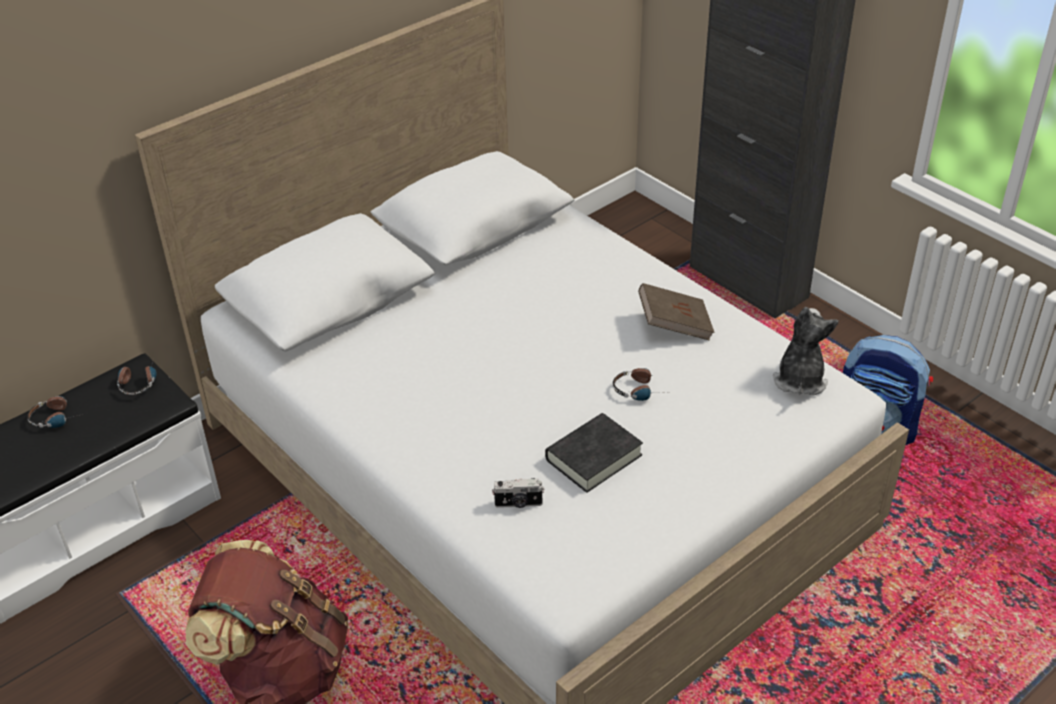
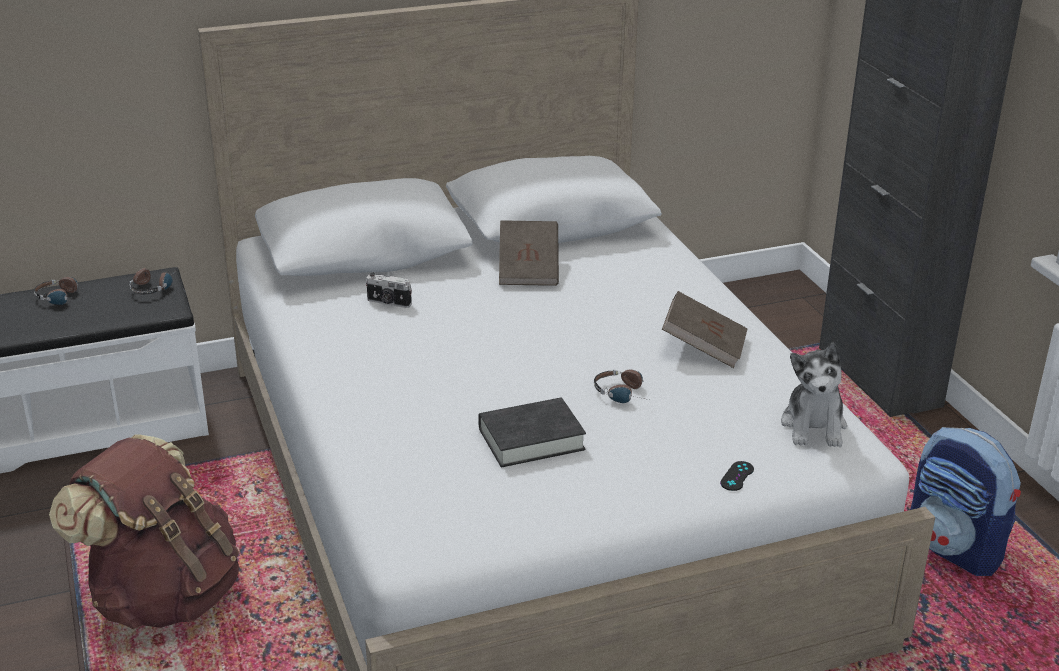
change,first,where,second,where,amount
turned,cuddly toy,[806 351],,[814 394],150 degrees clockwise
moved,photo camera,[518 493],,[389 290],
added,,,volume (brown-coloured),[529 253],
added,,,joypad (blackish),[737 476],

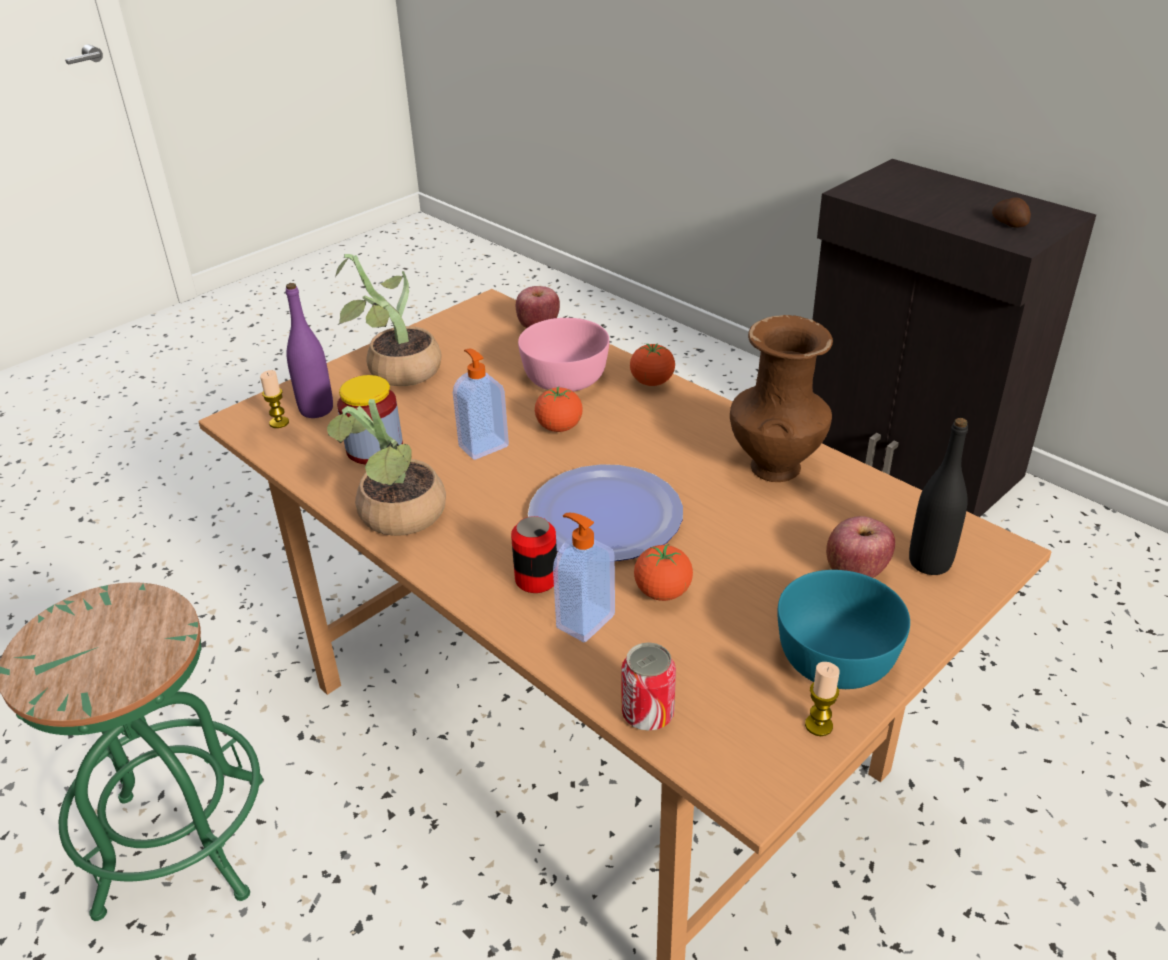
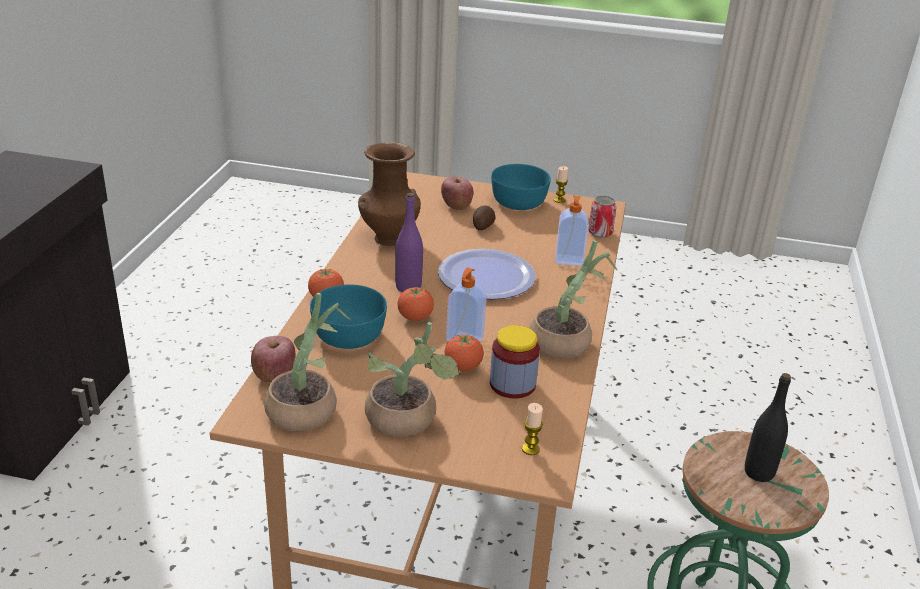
change,first,where,second,where,amount
moved,potato,[1011 212],,[484 218],
moved,bottle (purplish),[309 350],,[409 242],
recoloured,serving bowl (pink-coloured),[563 355],serving bowl (blue-green),[348 316],
moved,bottle (blackish),[938 496],,[768 427],
removed,metal can,[534 554],,,
moved,tomato,[663 572],,[464 352],
added,,,plant in a pot,[308 362],

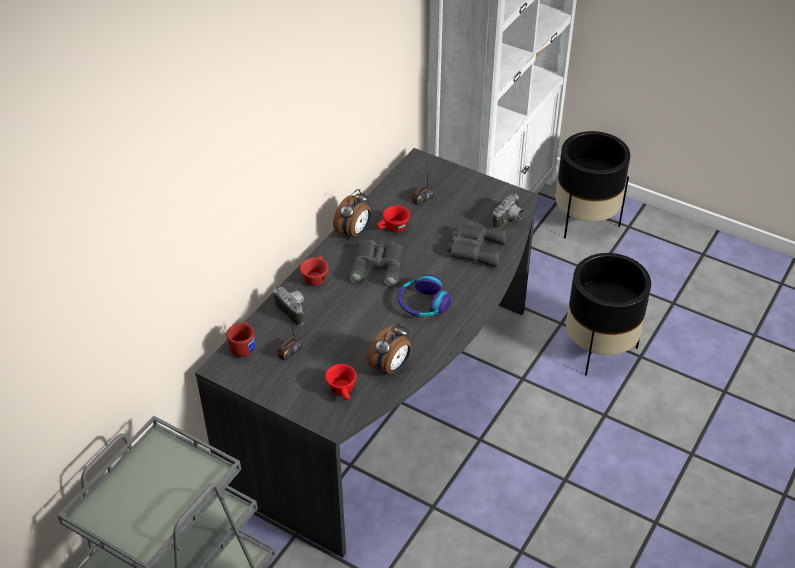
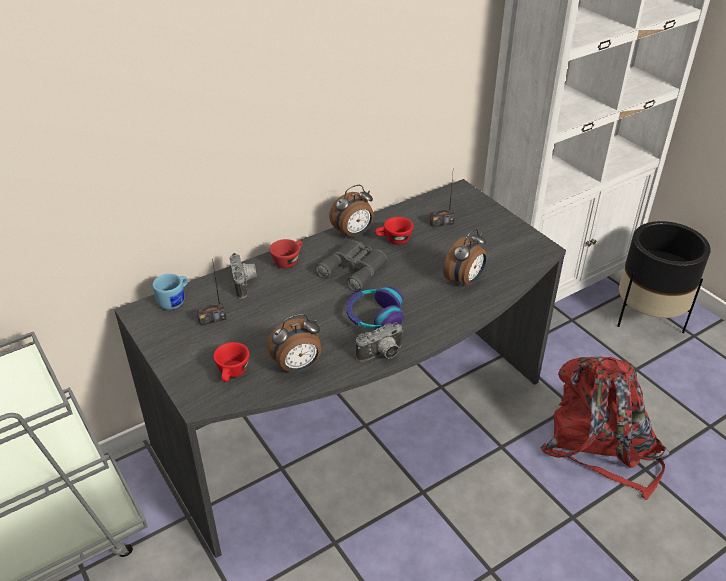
change,first,where,second,where,amount
moved,photo camera,[508 211],,[380 342],
replaced,binoculars (grey),[477 245],bedside clock,[464 258],
replaced,flower pot (blackish),[608 314],backpack (red-coloured),[605 428],
recoloured,mug (red-coloured),[240 339],mug (bluish),[170 292],

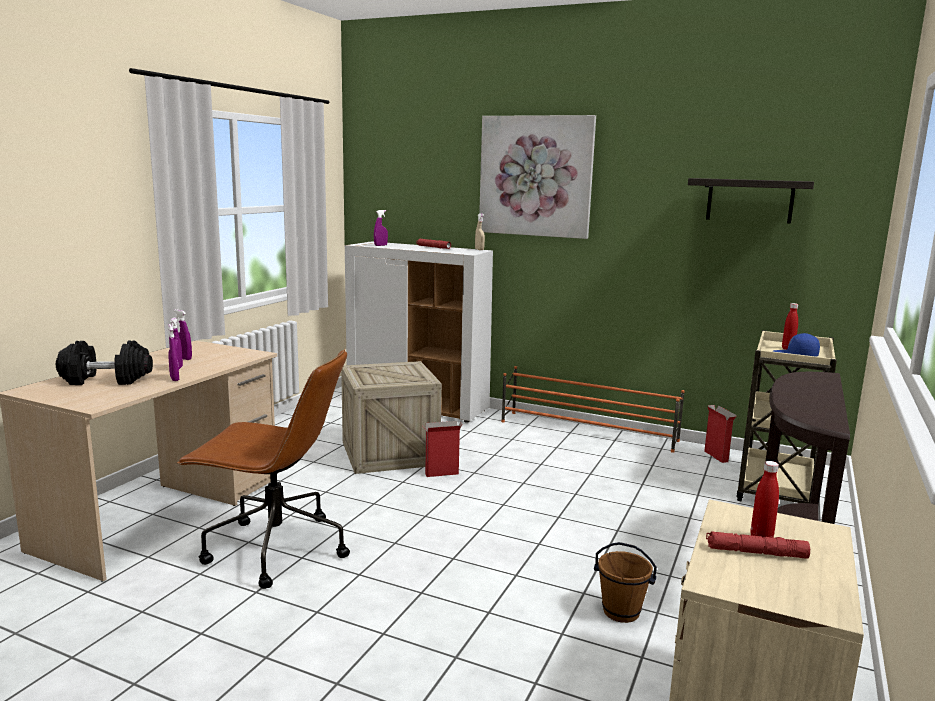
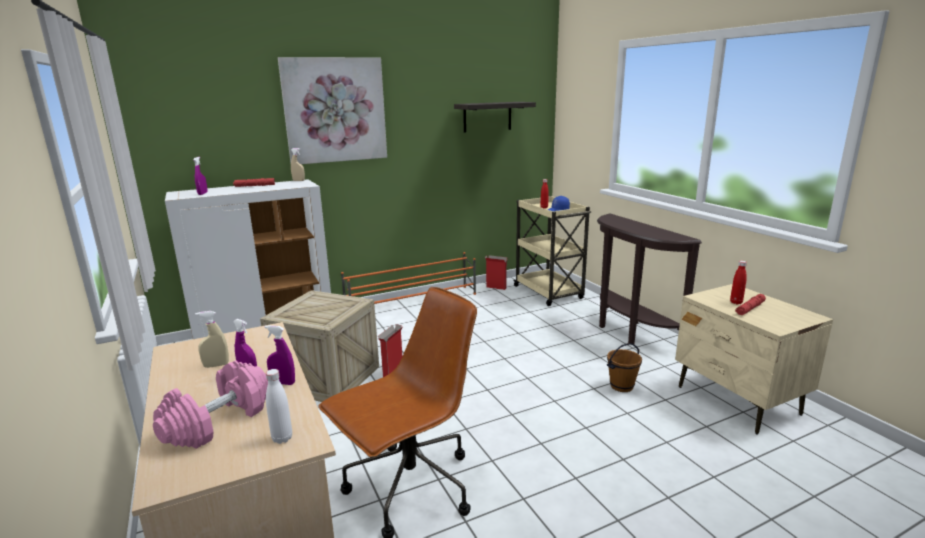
change,first,where,second,where,amount
recoloured,spray bottle (purplish),[183 335],spray bottle (beige),[212 339],
recoloured,hand weight (blackish),[104 363],hand weight (pink-coloured),[210 404],
added,,,bottle (whitish),[279 406],

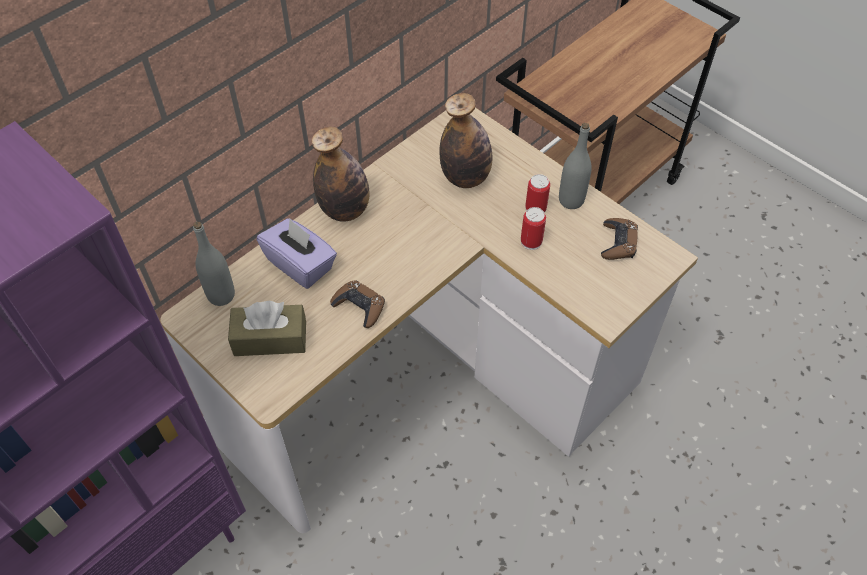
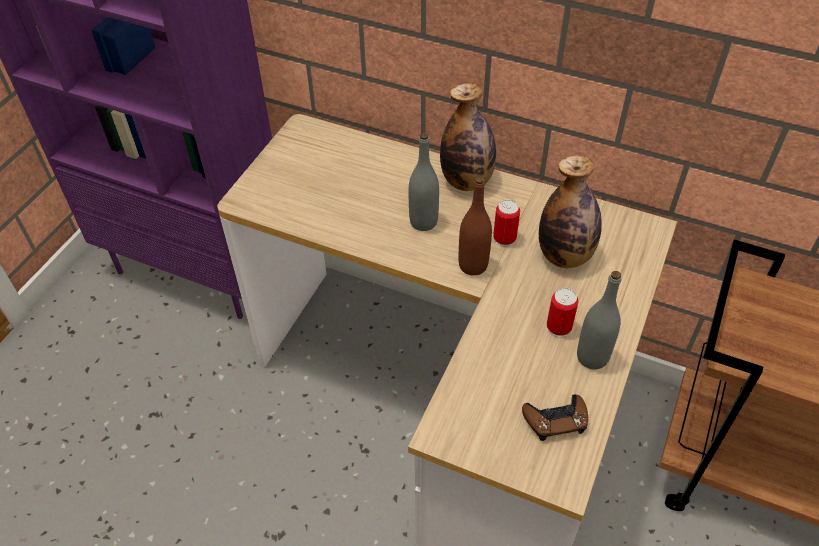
change,first,where,second,where,amount
moved,metal can,[533 228],,[506 223],
removed,tissue holder (purplish),[297 253],,,
moved,bottle (grey),[214 264],,[424 182],
removed,joypad (brown-coloured),[357 304],,,
removed,tissue holder (brown-coloured),[267 328],,,
added,,,bottle (brown-coloured),[475 226],

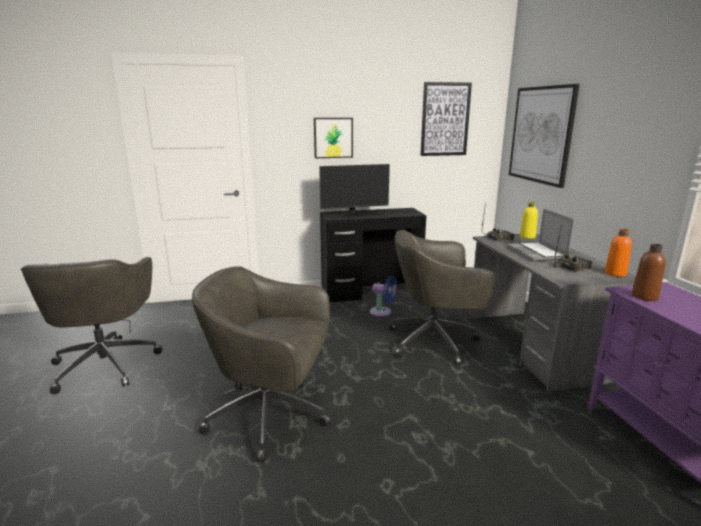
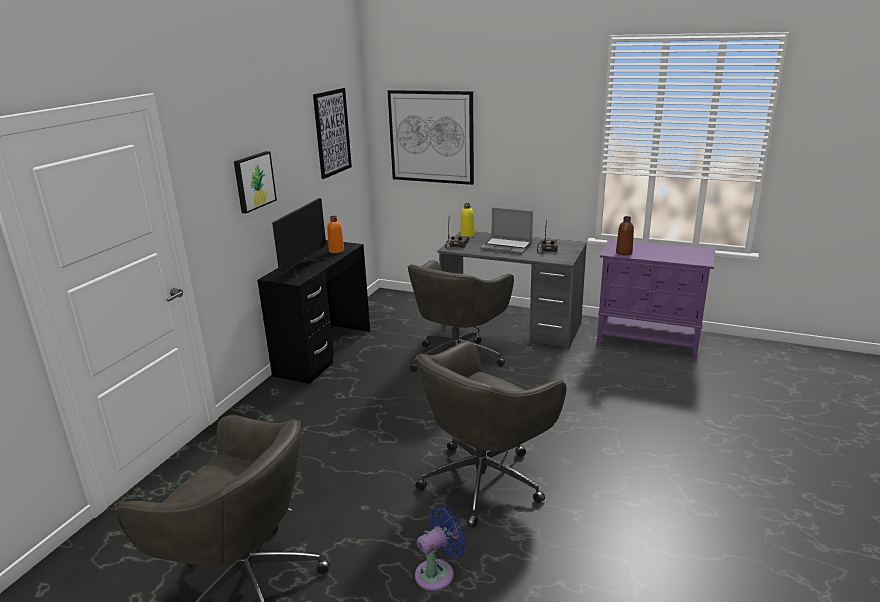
change,first,where,second,where,amount
moved,bottle (orange-coloured),[618 253],,[335 234],
moved,fan (bluish),[383 296],,[441 548],

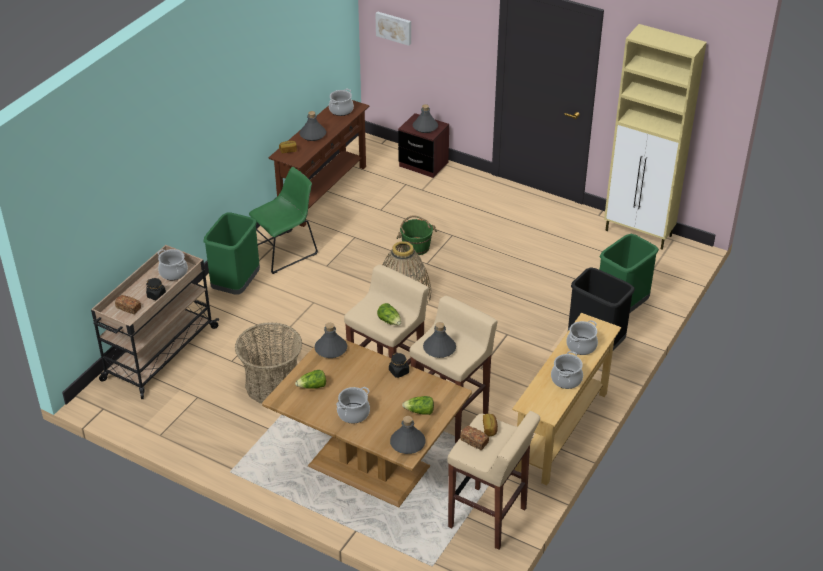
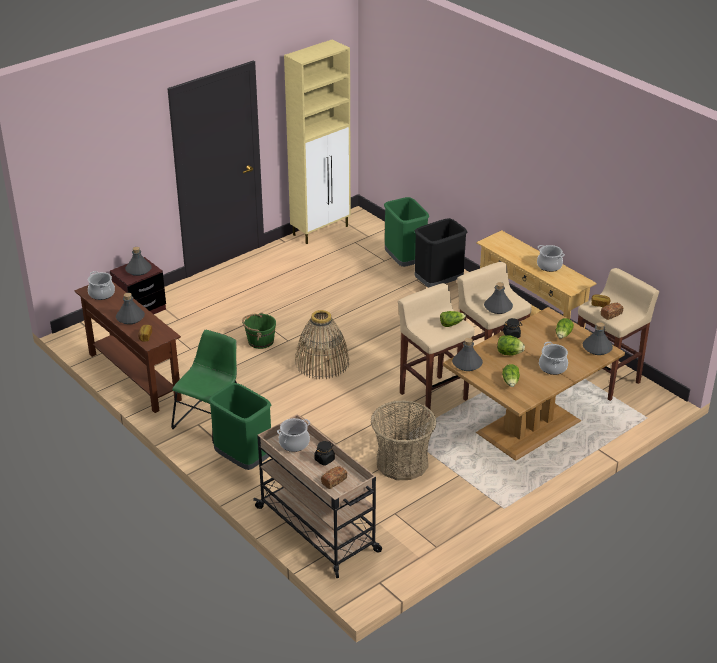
change,first,where,second,where,amount
removed,picture,[393 28],,,
turned,chair (green),[283 220],,[204 387],45 degrees clockwise
removed,stockpot,[582 337],,,
added,,,lettuce head,[511 345],

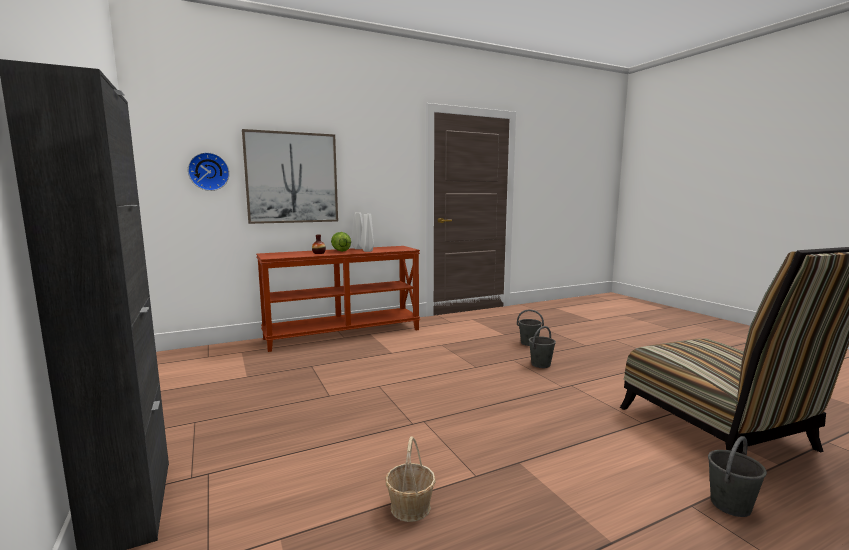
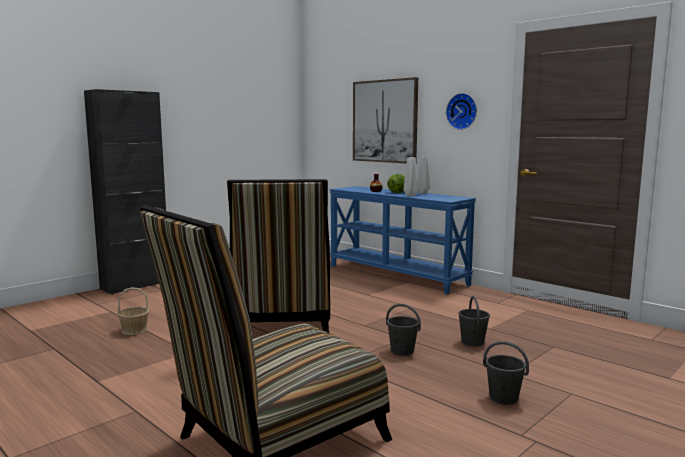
change,first,where,second,where,amount
moved,wall clock,[209 171],,[461 111],
recoloured,hall table (brown-coloured),[338 299],hall table (bluish),[402 240],
moved,bucket (grey),[737 476],,[506 373],
added,,,chair,[278 256],

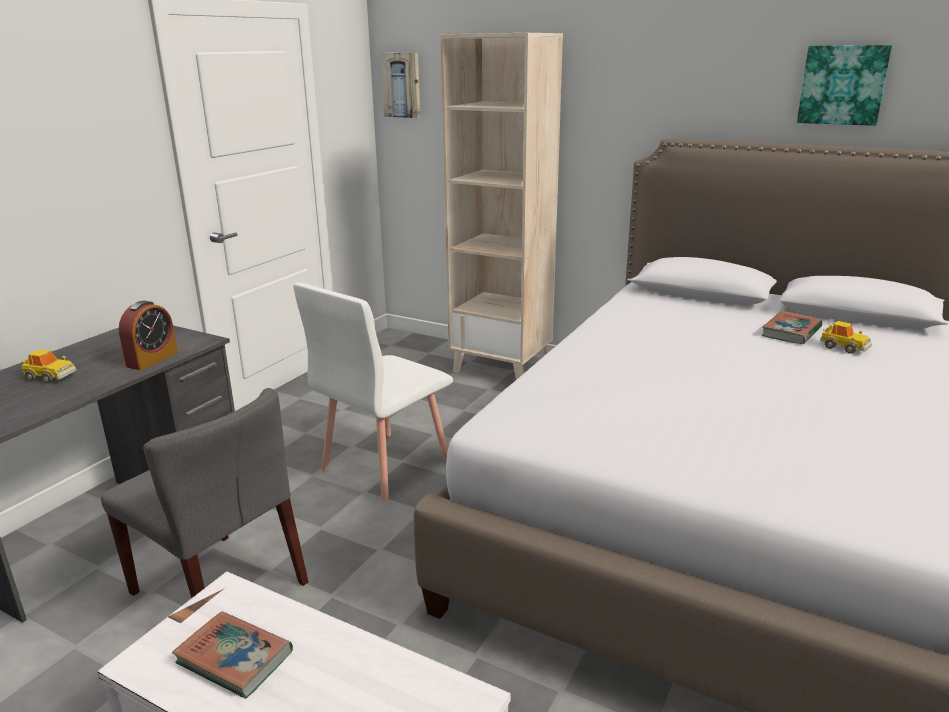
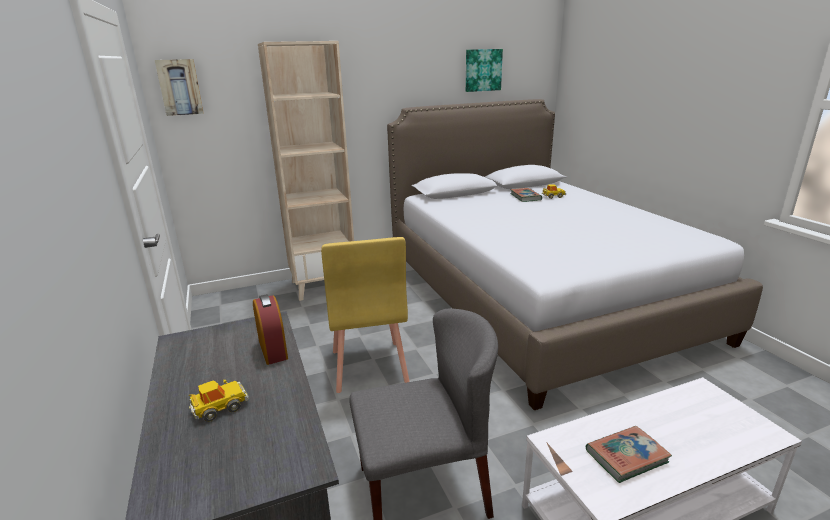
change,first,where,second,where,amount
recoloured,chair (whitish),[373 392],chair (yellow-coloured),[365 315],

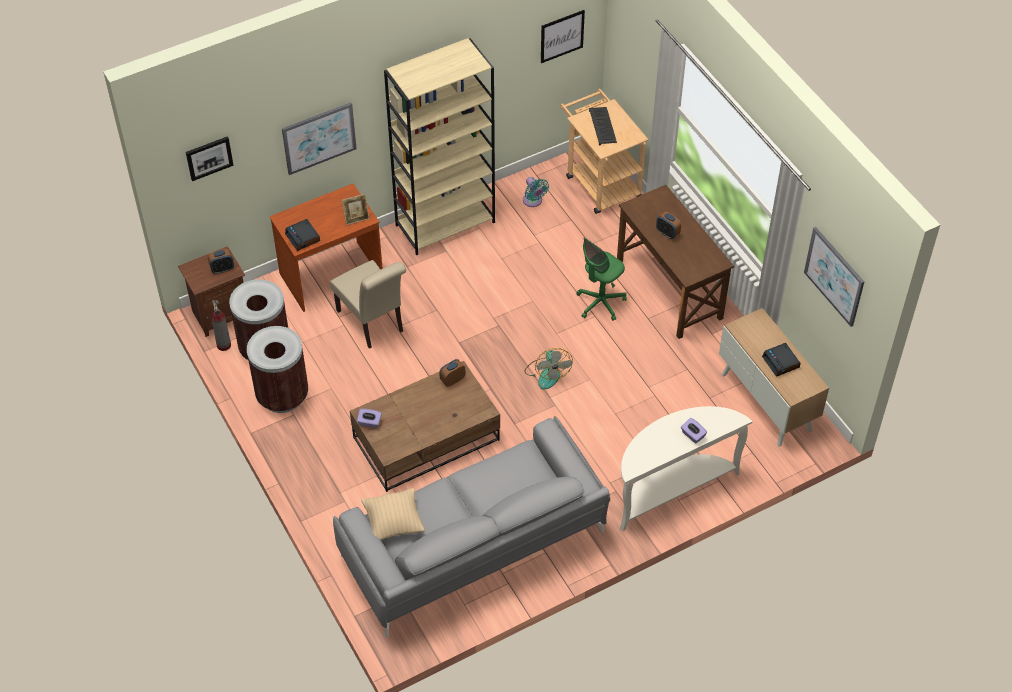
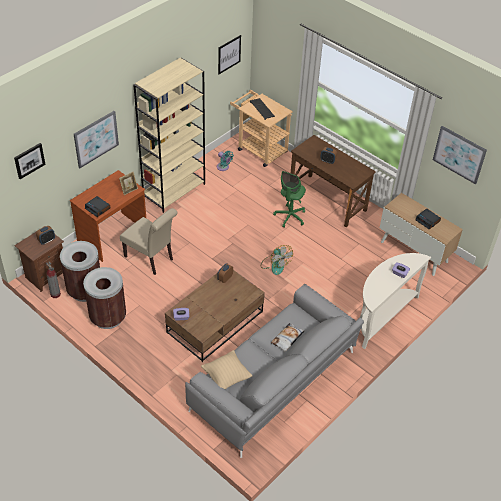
change,first,where,second,where,amount
added,,,pillow,[288 337],

